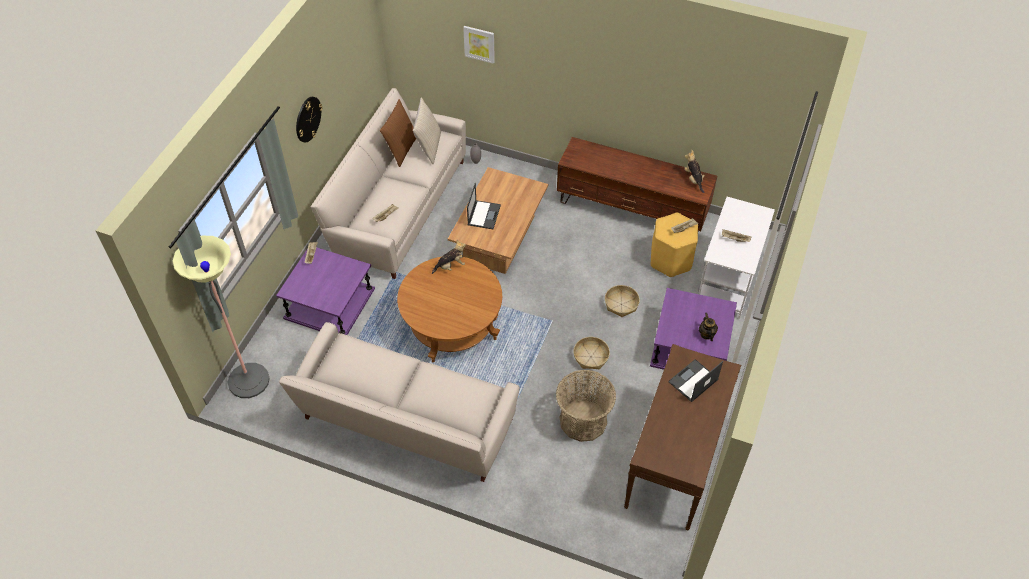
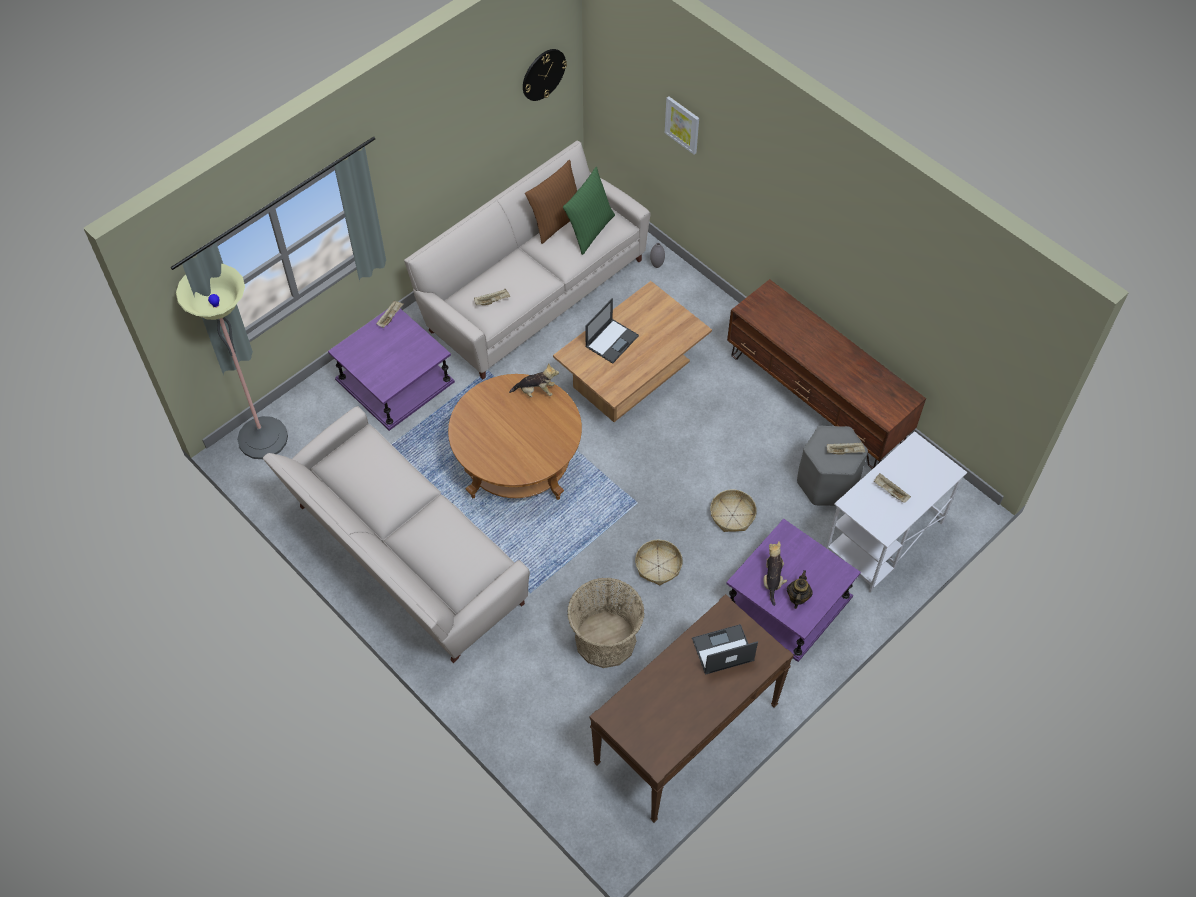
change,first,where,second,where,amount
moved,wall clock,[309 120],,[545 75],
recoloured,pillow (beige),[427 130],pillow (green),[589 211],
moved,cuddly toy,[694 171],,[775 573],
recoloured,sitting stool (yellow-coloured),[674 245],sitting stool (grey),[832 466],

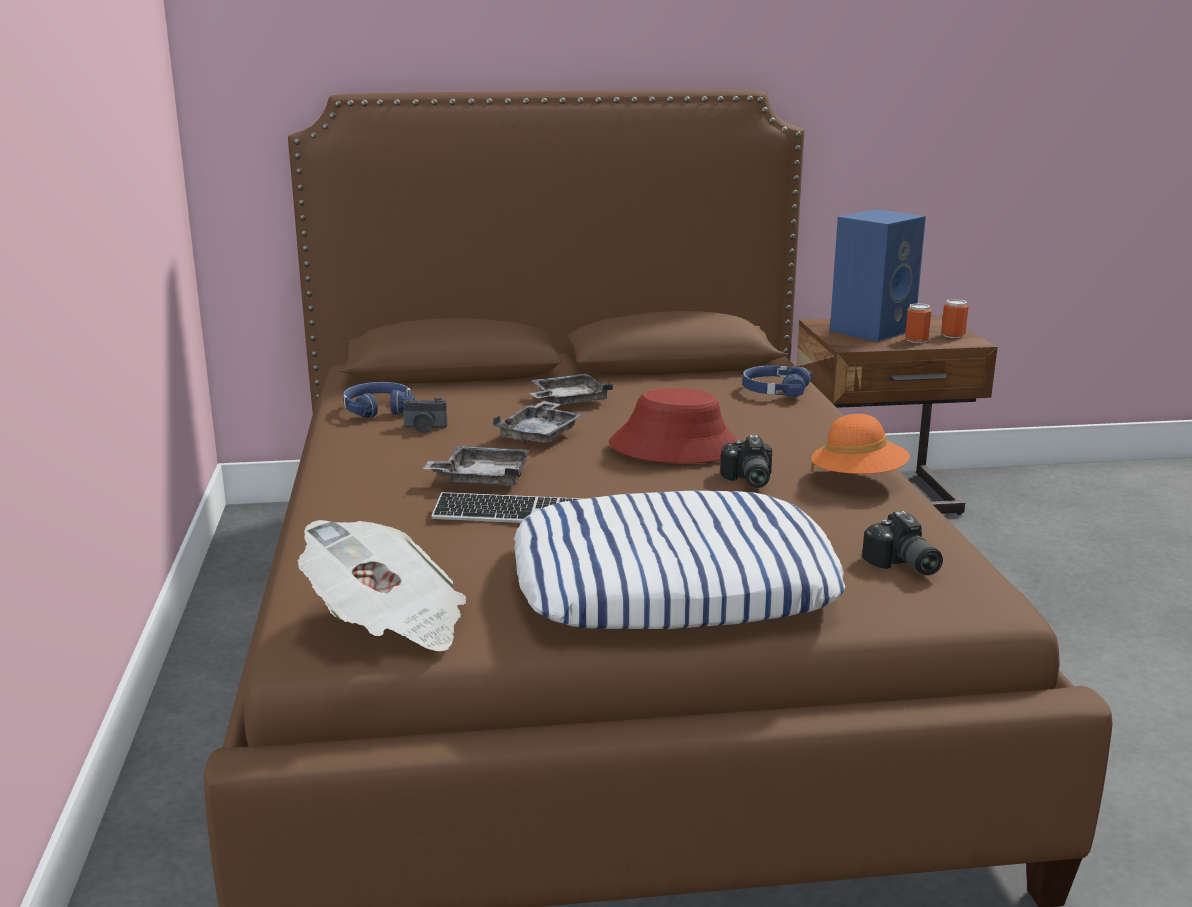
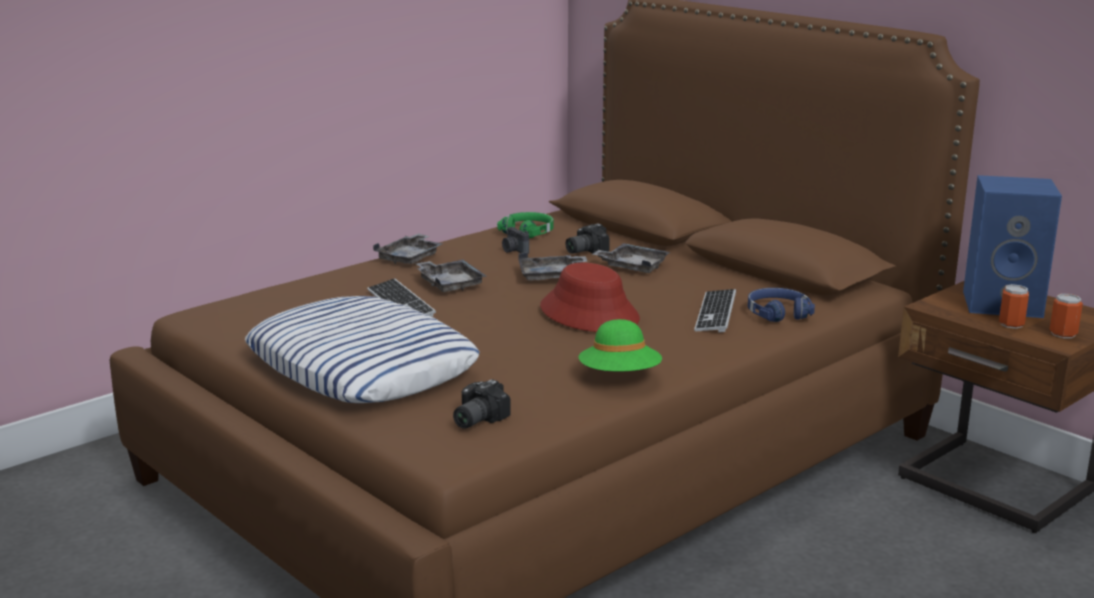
change,first,where,second,where,amount
recoloured,pair of headphones (bluish),[379 400],pair of headphones (green),[525 225],
recoloured,clothing hat (orange-coloured),[860 444],clothing hat (green),[620 345],
moved,photo camera,[746 461],,[588 239],
removed,daily paper,[382 585],,,
added,,,tray (grey),[408 248],
added,,,computer keyboard,[715 310],

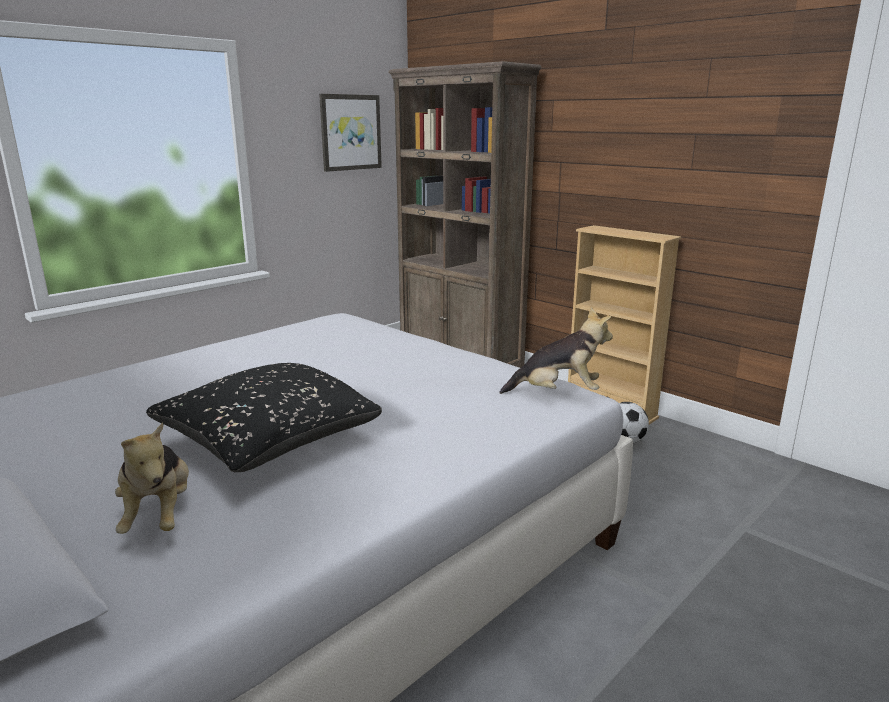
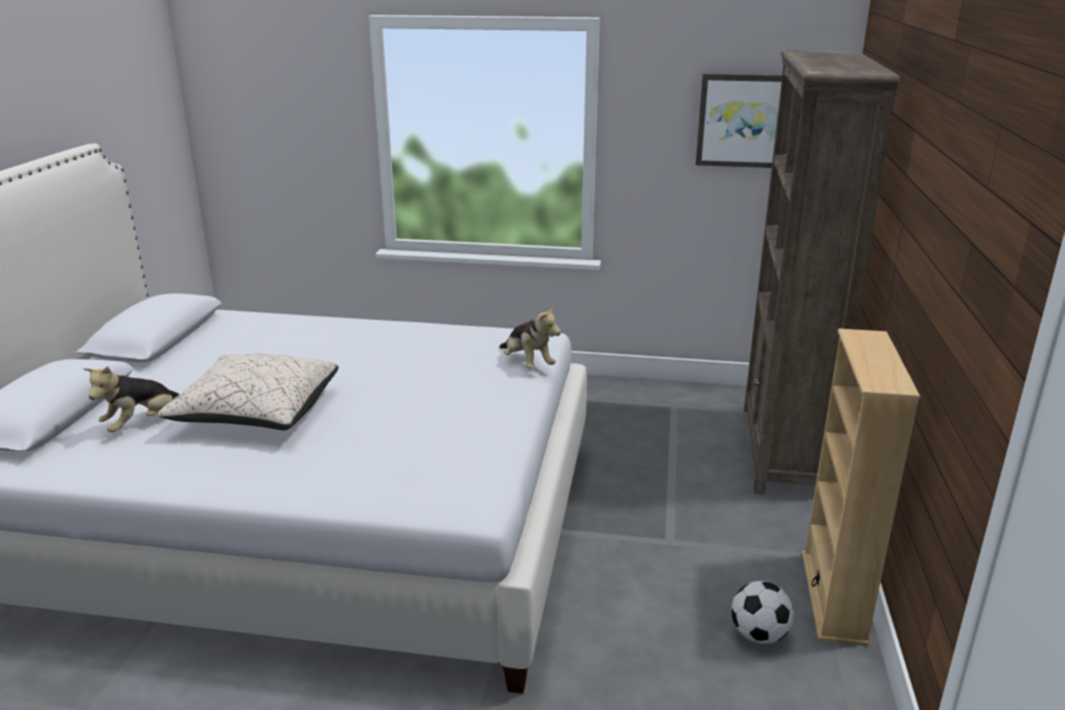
change,first,where,second,where,amount
moved,cuddly toy,[556 351],,[530 337],
recoloured,pillow (blackish),[264 417],pillow (beige),[248 391],

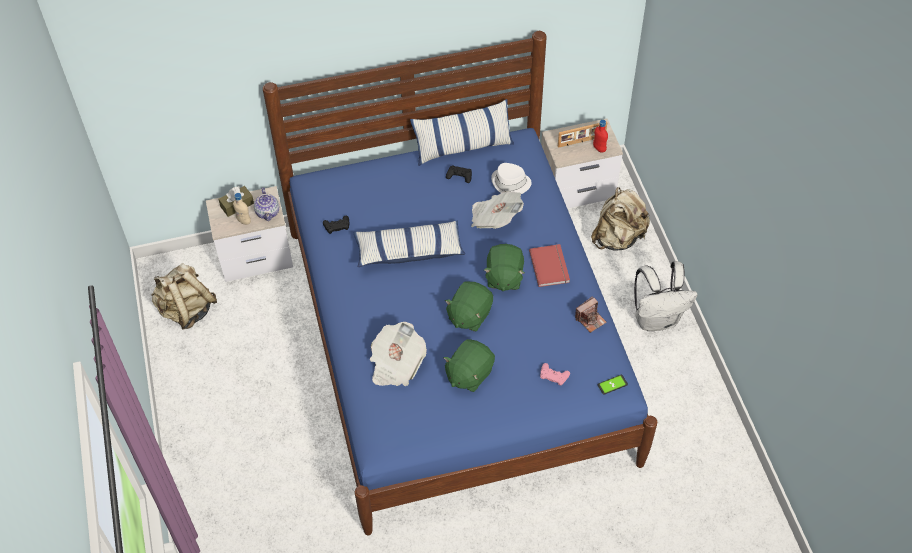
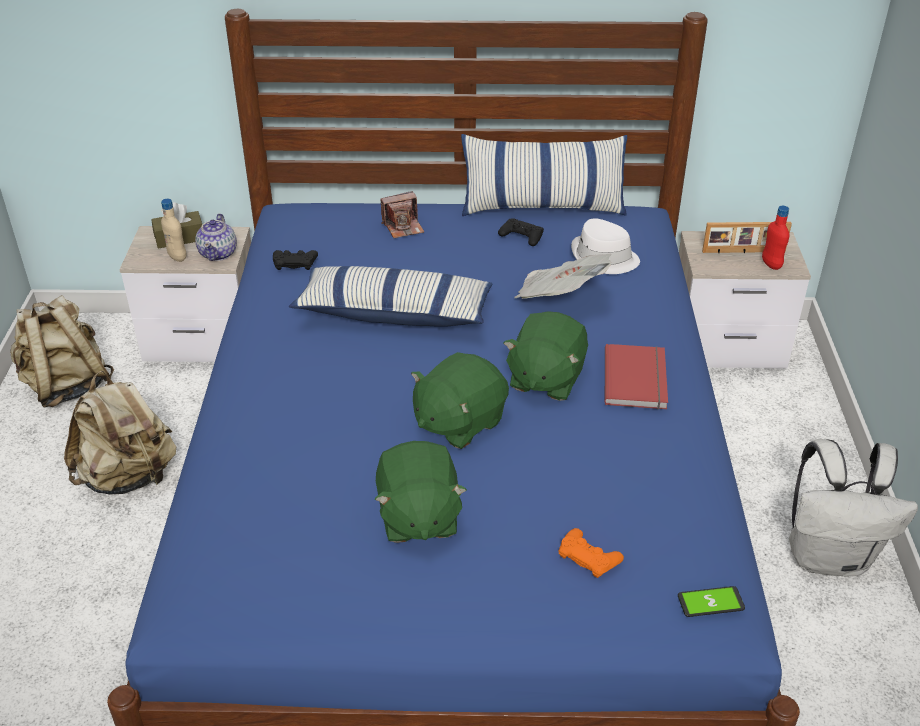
change,first,where,second,where,amount
moved,backpack (beige),[620 219],,[120 433],
moved,photo camera,[590 314],,[402 214],
removed,daily paper,[398 354],,,
turned,cuddly toy (green),[469 365],,[421 492],60 degrees counterclockwise
recoloured,joypad (pink-coloured),[555 374],joypad (orange-coloured),[591 553],

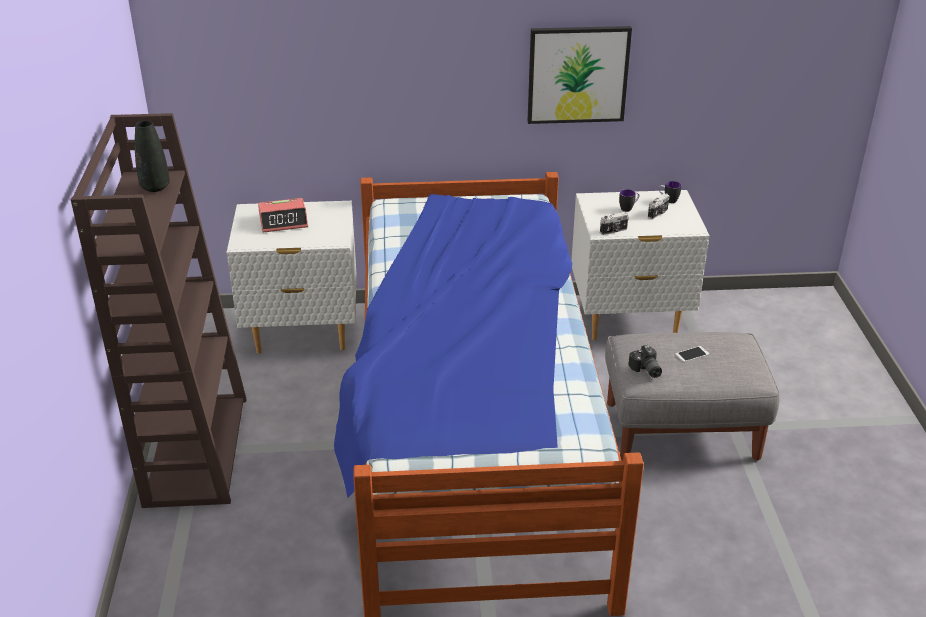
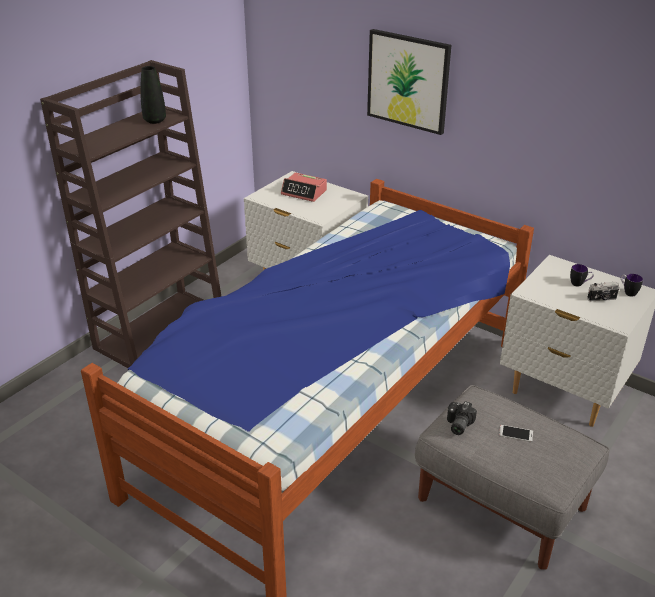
change,first,where,second,where,amount
moved,picture,[579 75],,[409 82],
removed,photo camera,[614 223],,,

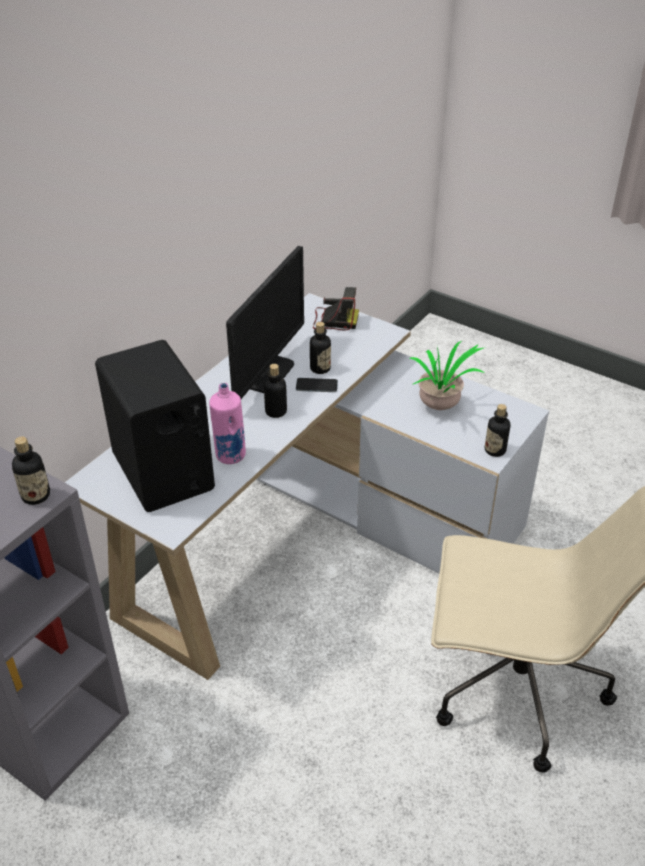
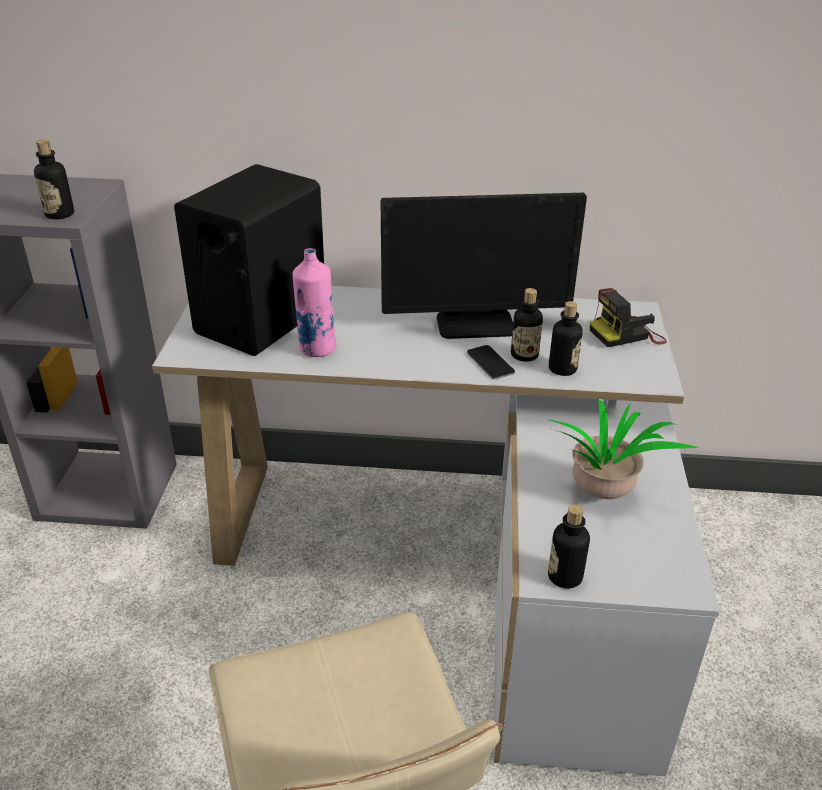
change,first,where,second,where,amount
turned,photo camera,[336 309],,[628 317],90 degrees clockwise
moved,bottle,[275 391],,[566 338],

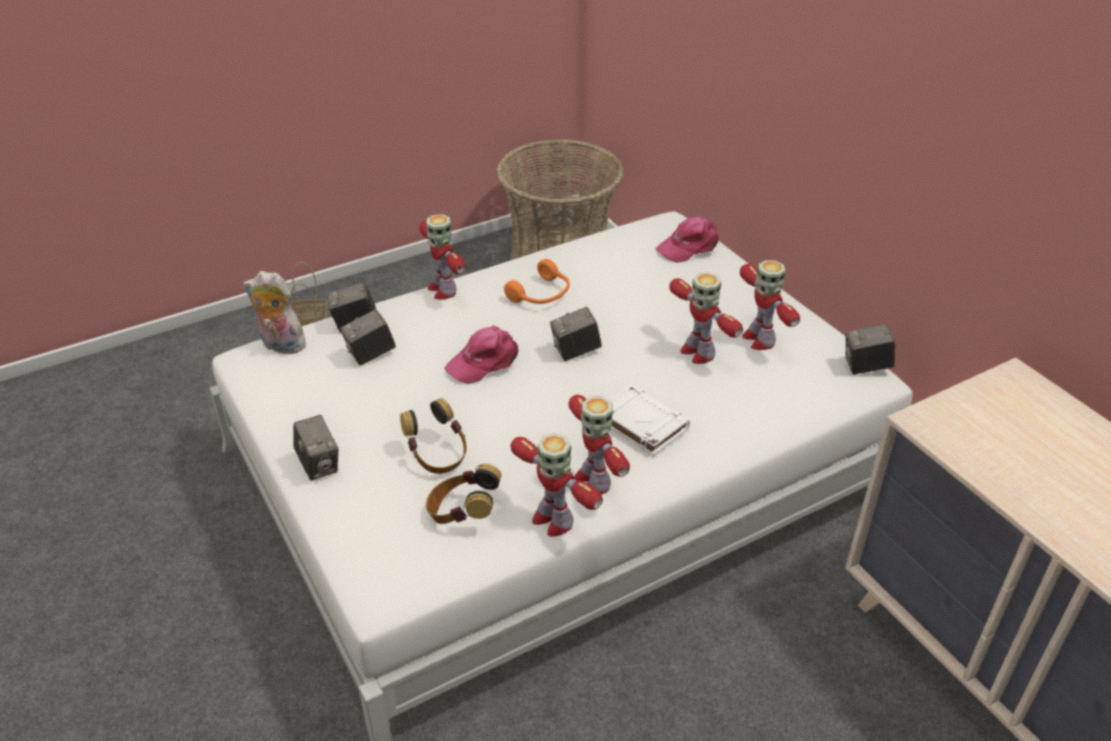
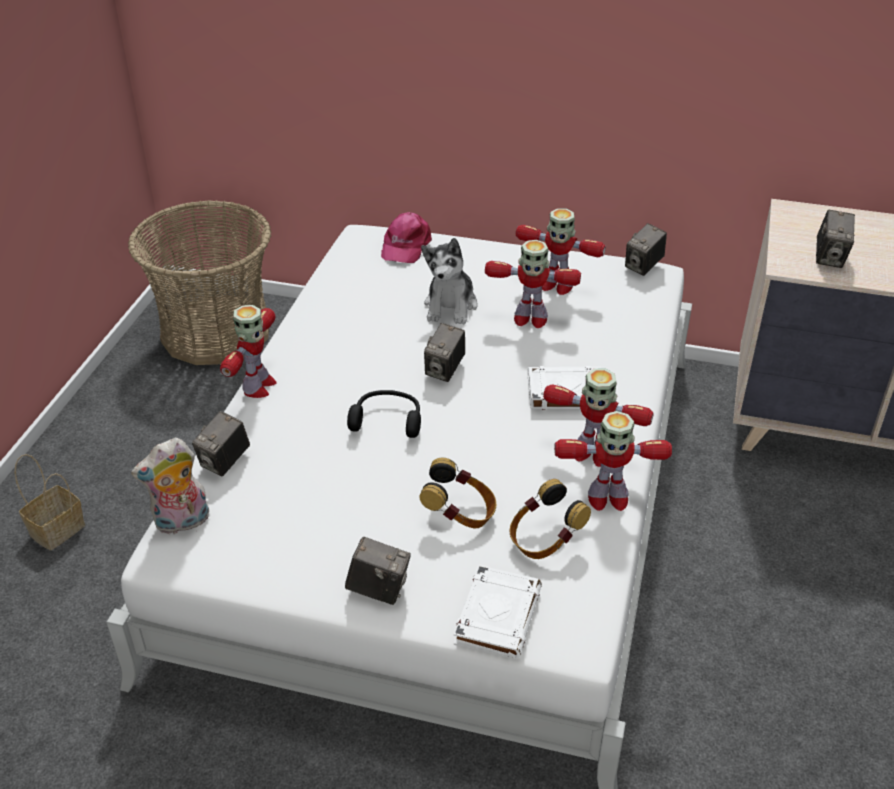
change,first,where,second,where,amount
turned,model robot,[442 256],,[248 351],90 degrees counterclockwise
removed,pair of headphones (orange-coloured),[537 281],,,
moved,photo camera,[368 337],,[835 239],
replaced,peaked cap (pink-coloured),[481 354],pair of headphones (blackish),[384 414],
added,,,cuddly toy,[449 281],
added,,,volume (whitish),[498 612],

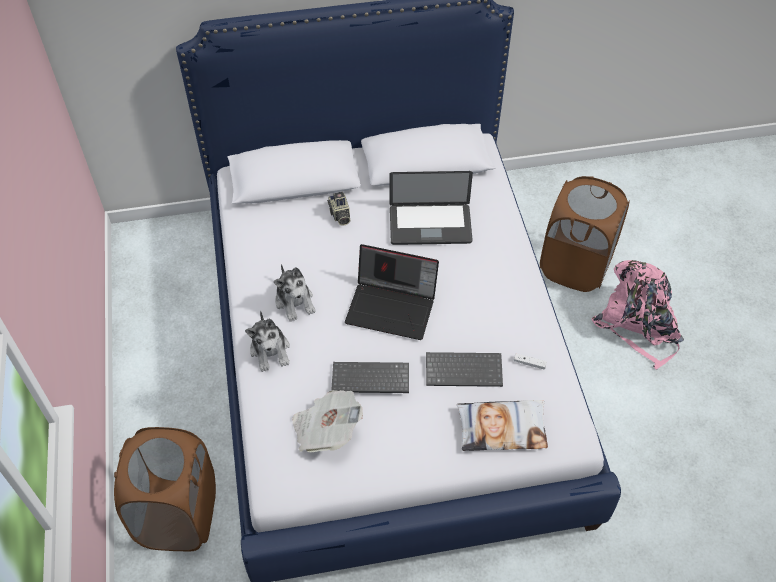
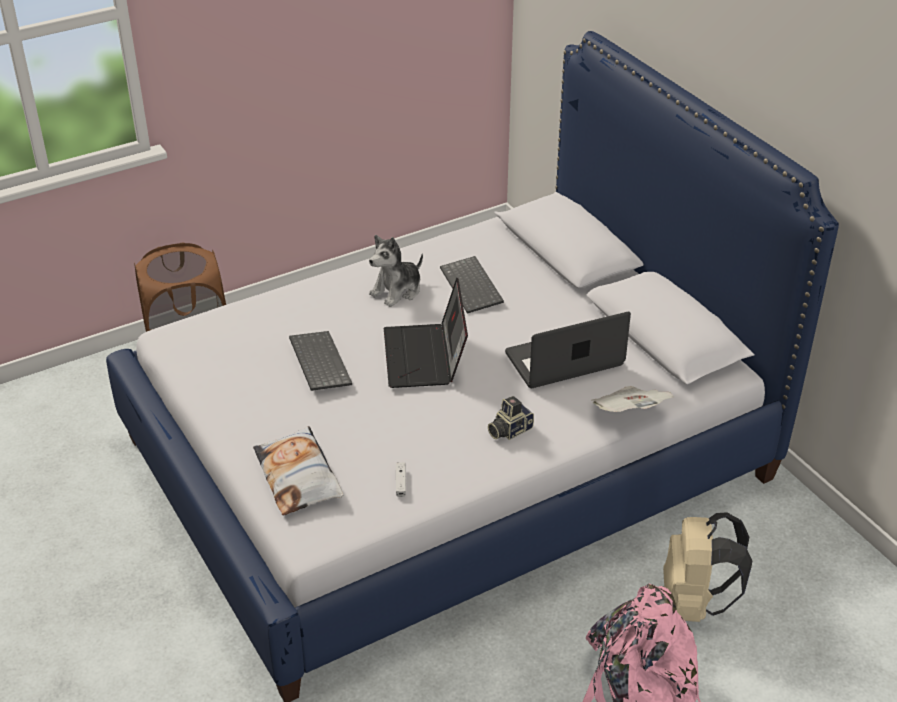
change,first,where,second,where,amount
turned,notebook computer,[431 208],,[568 350],90 degrees clockwise
replaced,washing basket (brown-coloured),[585 234],backpack (beige),[707 567],
moved,photo camera,[338 208],,[511 418],
removed,cuddly toy,[267 341],,,
moved,computer keyboard,[464 369],,[472 285],
moved,daily paper,[327 421],,[633 399],

